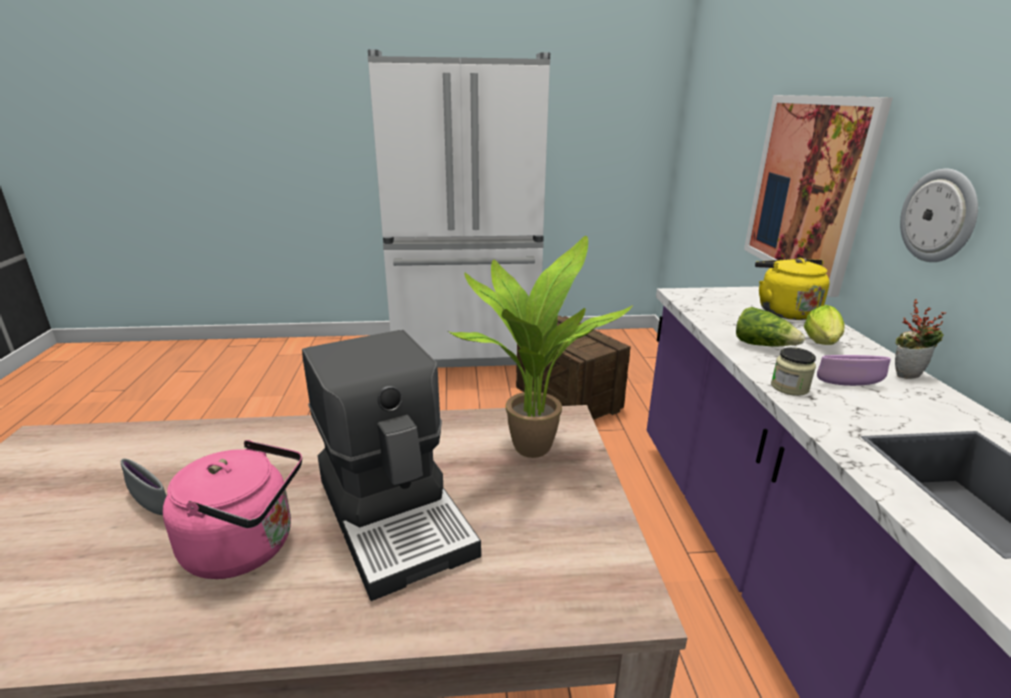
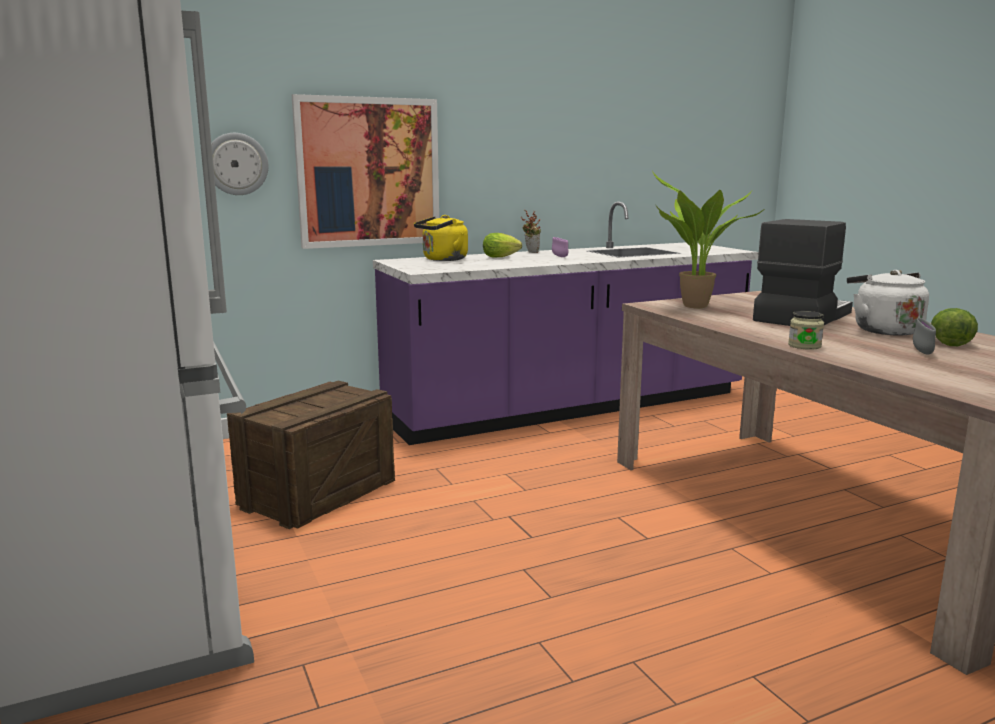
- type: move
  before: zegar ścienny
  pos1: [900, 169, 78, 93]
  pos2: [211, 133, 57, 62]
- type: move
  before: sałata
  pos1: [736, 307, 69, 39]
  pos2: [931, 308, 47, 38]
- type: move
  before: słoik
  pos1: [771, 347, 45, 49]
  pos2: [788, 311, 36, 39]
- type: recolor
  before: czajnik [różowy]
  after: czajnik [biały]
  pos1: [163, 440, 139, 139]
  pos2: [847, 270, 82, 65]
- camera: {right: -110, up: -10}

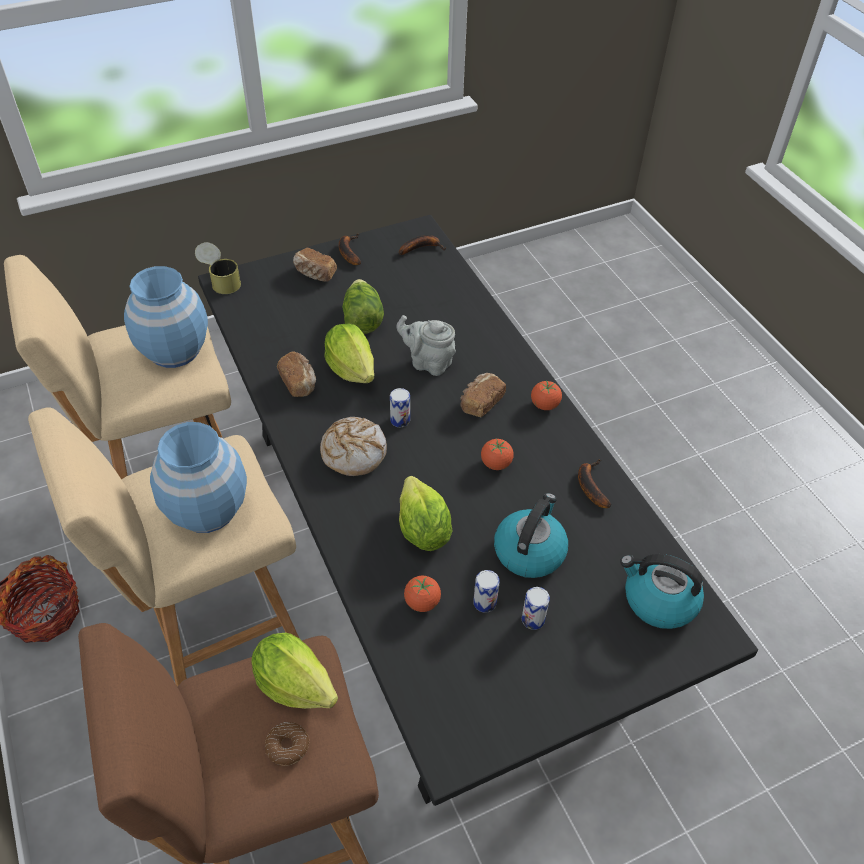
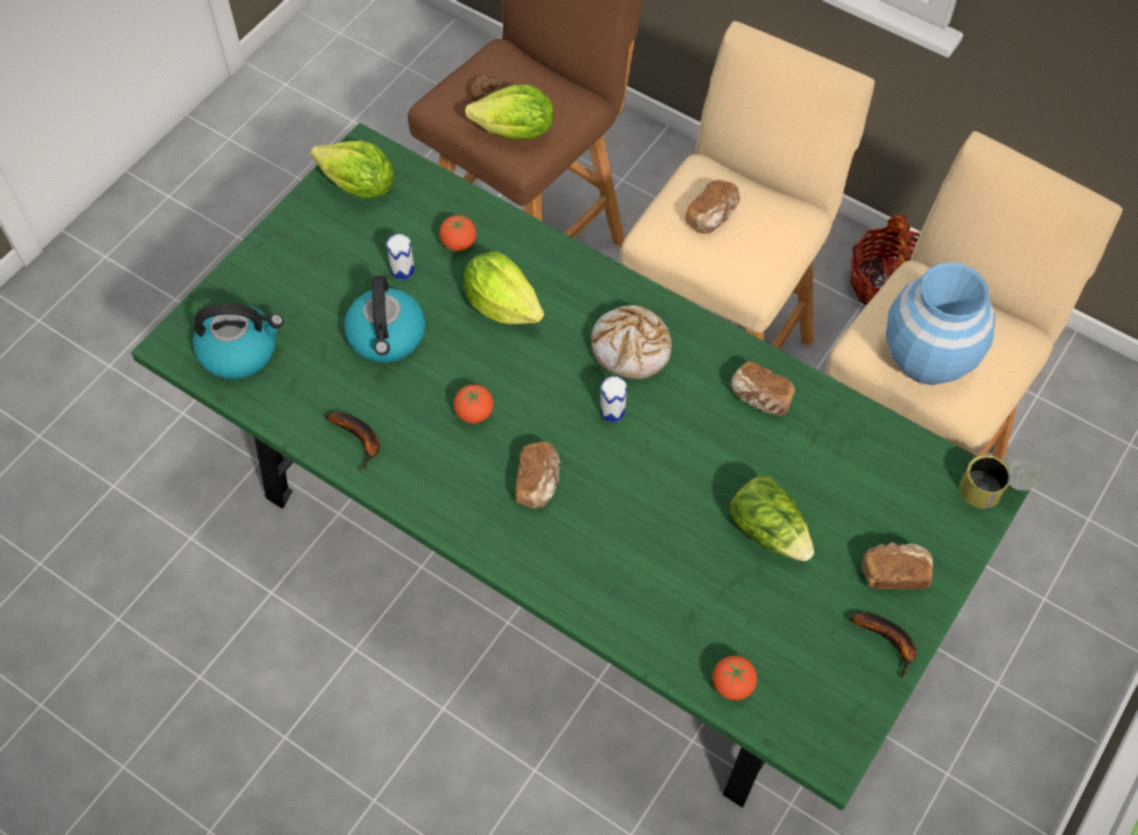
- type: recolor
  before: stół jadalny [czarny]
  after: stół jadalny [zielony]
  pos1: [198, 215, 560, 591]
  pos2: [131, 123, 899, 687]
- type: delete
  before: banan
  pos1: [399, 235, 47, 20]
- type: delete
  before: imbryk [szary]
  pos1: [396, 315, 60, 61]
- type: move
  before: sałata
  pos1: [324, 324, 50, 59]
  pos2: [310, 141, 85, 58]
- type: move
  before: pomidor
  pos1: [531, 381, 31, 29]
  pos2: [713, 656, 44, 44]
- type: replace
  before: wazon [niebieski]
  after: chleb
  pos1: [150, 422, 97, 111]
  pos2: [685, 180, 55, 54]
- type: delete
  before: puszka
  pos1: [522, 587, 28, 43]
- camera: {right: 150, up: 10}

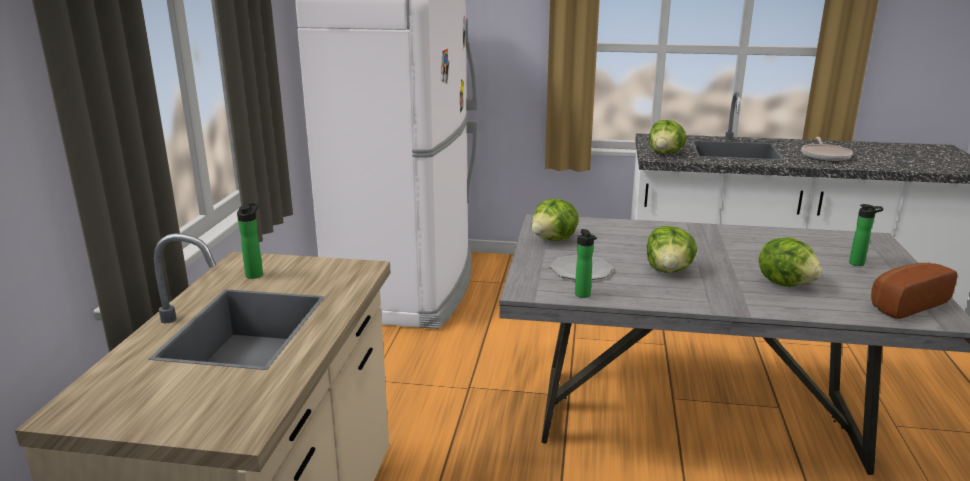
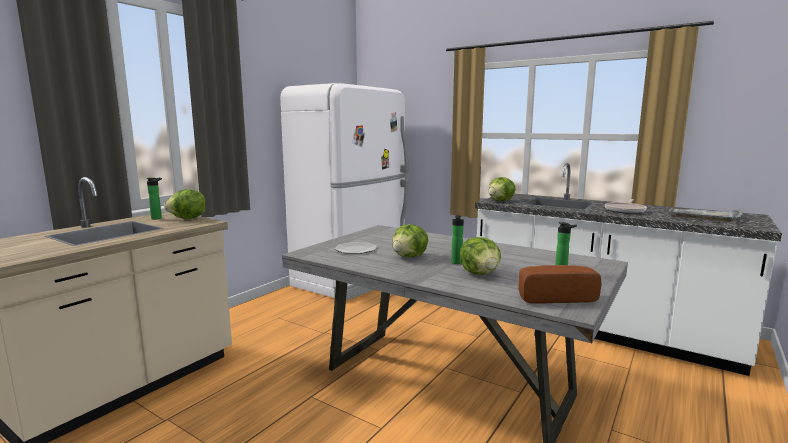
- type: move
  before: sałata
  pos1: [532, 199, 47, 42]
  pos2: [164, 189, 42, 30]
- type: move
  before: butelka
  pos1: [575, 229, 22, 69]
  pos2: [451, 215, 13, 49]
- type: insert
  after: taca [szary]
  pos2: [669, 207, 74, 15]
- camera: {right: 25, up: -10}

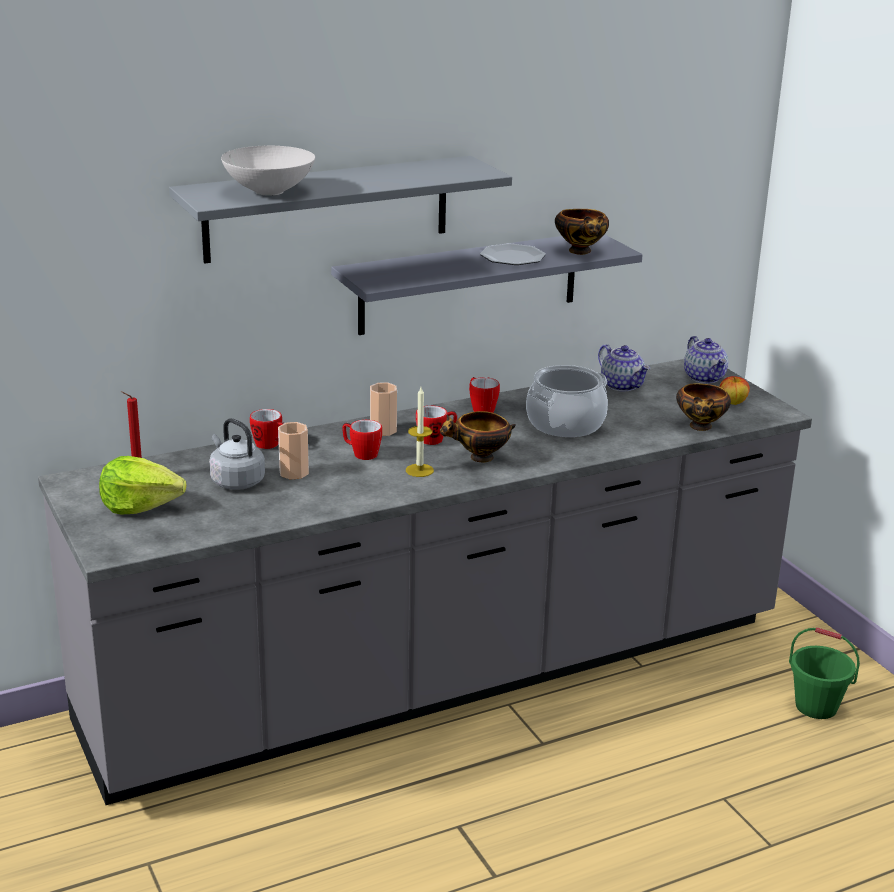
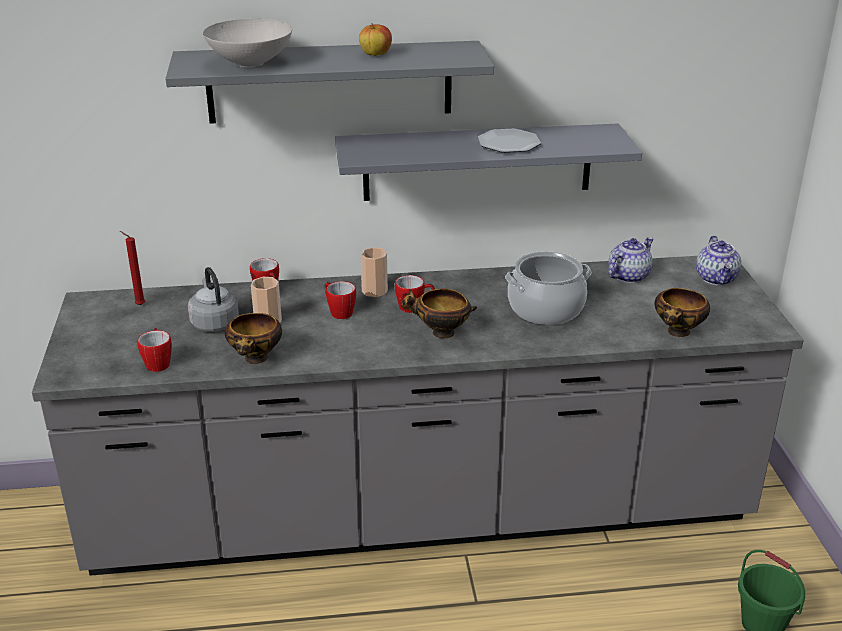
- type: move
  before: miska
  pos1: [555, 209, 54, 46]
  pos2: [225, 313, 57, 51]
- type: rotate
  before: imbryk
  pos1: [598, 344, 52, 47]
  pos2: [608, 237, 46, 46]
  turn: -120
- type: move
  before: jabłko
  pos1: [719, 376, 31, 29]
  pos2: [359, 23, 33, 33]
- type: move
  before: kubek
  pos1: [469, 377, 31, 36]
  pos2: [137, 328, 35, 44]
- type: delete
  before: świeca
  pos1: [406, 387, 28, 90]
- type: delete
  before: sałata
  pos1: [99, 456, 87, 59]
- camera: {right: 20, up: 5}

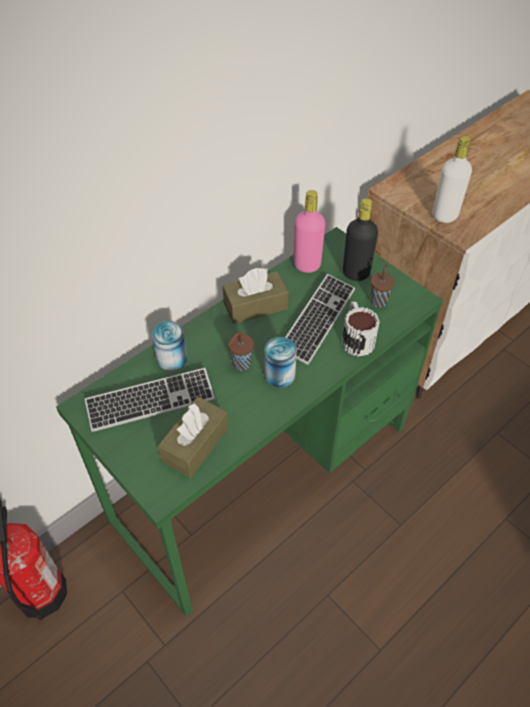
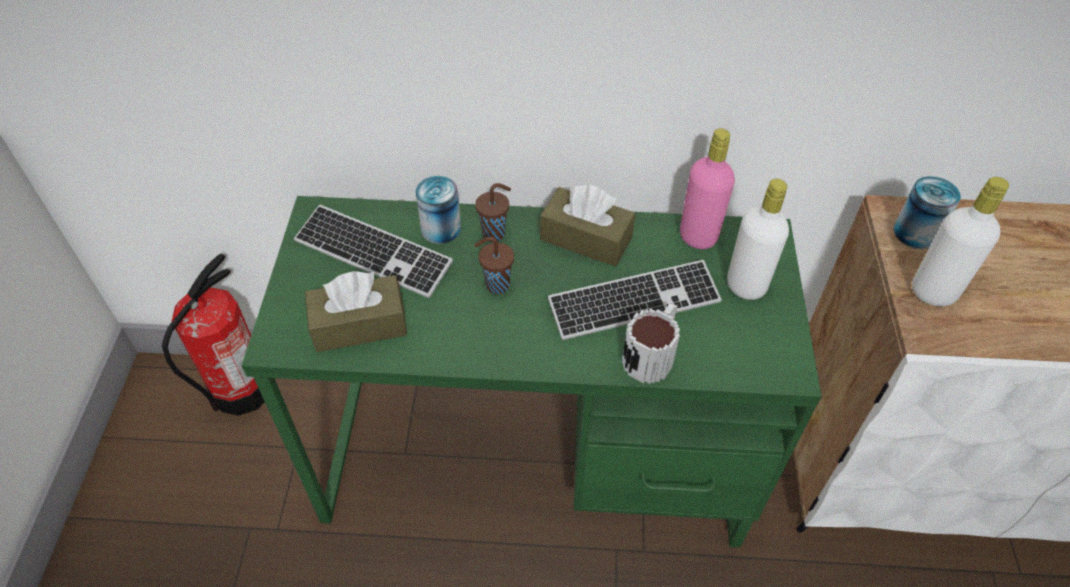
- type: recolor
  before: butelka [czarny]
  after: butelka [biały]
  pos1: [343, 198, 35, 83]
  pos2: [727, 179, 62, 121]
- type: move
  before: filiżanka [brązowy]
  pos1: [371, 265, 24, 43]
  pos2: [475, 183, 36, 59]
- type: move
  before: puszka
  pos1: [265, 337, 32, 51]
  pos2: [893, 176, 68, 73]
- camera: {right: 45, up: 0}

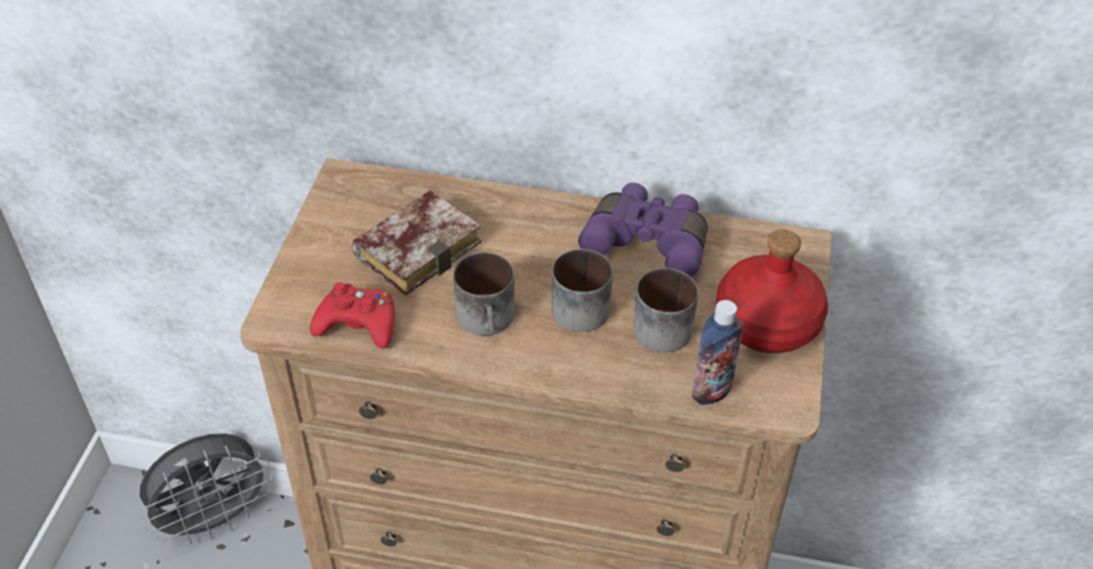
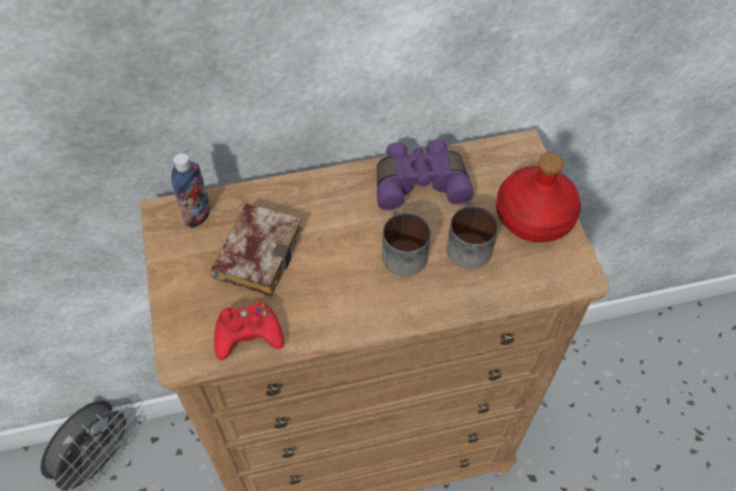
- type: delete
  before: kubek
  pos1: [453, 252, 62, 83]
- type: move
  before: butelka
  pos1: [692, 300, 52, 105]
  pos2: [171, 153, 40, 75]
- camera: {right: -25, up: 10}

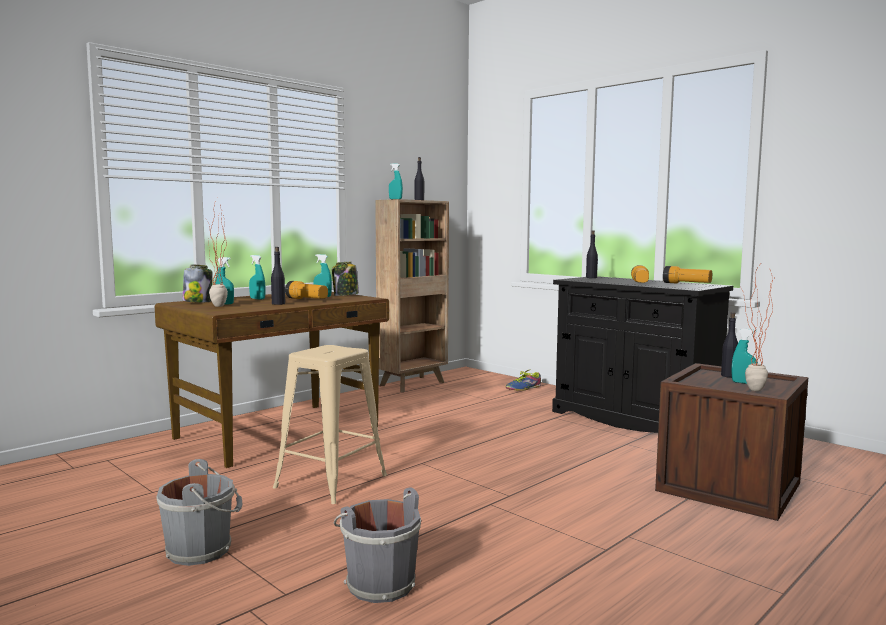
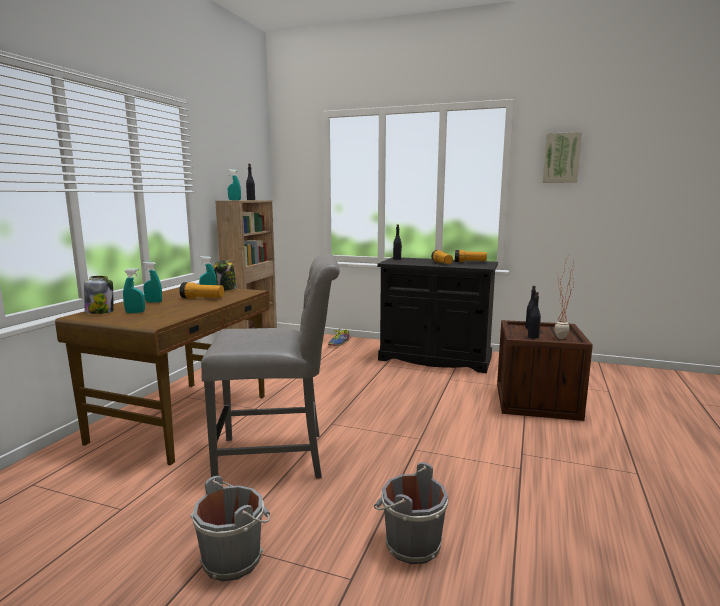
- type: delete
  before: roślina doniczkowa
  pos1: [207, 198, 21, 109]
- type: move
  before: butelka [czarny]
  pos1: [271, 247, 14, 58]
  pos2: [528, 292, 13, 47]
- type: delete
  before: spryskiwacz [turkusowy]
  pos1: [731, 329, 27, 55]
- type: replace
  before: stołek [beżowy]
  after: krzesło [szary]
  pos1: [273, 345, 114, 159]
  pos2: [201, 253, 139, 230]
- type: insert
  after: obraz
  pos2: [543, 132, 39, 51]
- camera: {right: -25, up: 5}

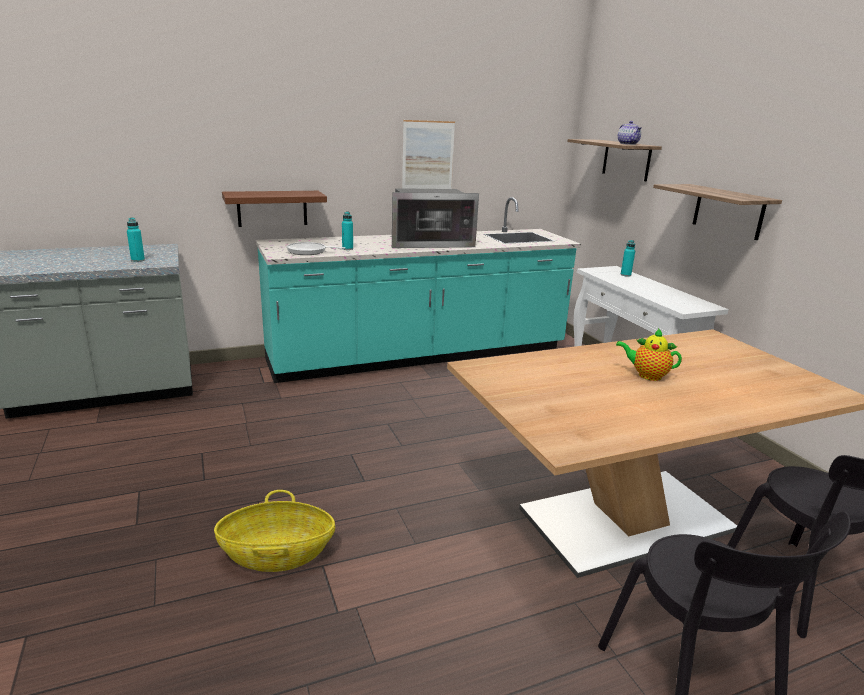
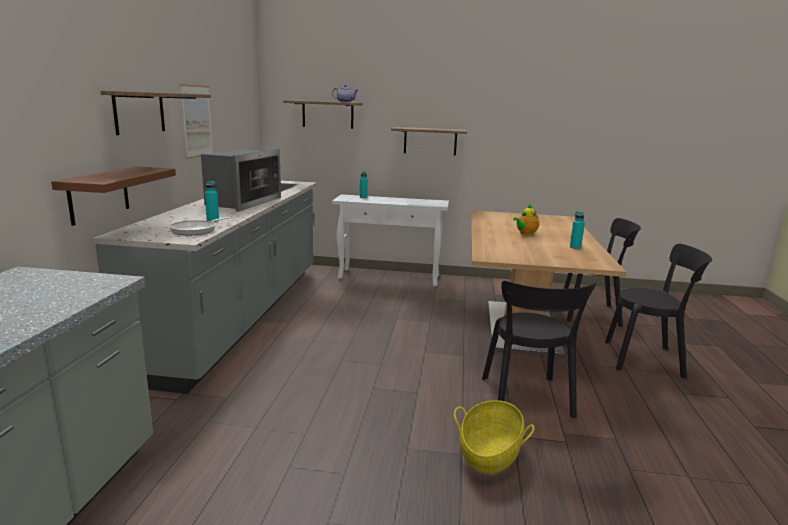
- type: recolor
  before: zabudowa kuchenna [turkusowy]
  after: zabudowa kuchenna [szary]
  pos1: [256, 197, 325, 186]
  pos2: [93, 181, 224, 213]
- type: move
  before: butelka [turkusowy]
  pos1: [127, 217, 18, 45]
  pos2: [570, 211, 15, 38]
- type: insert
  after: półka
  pos2: [100, 91, 111, 44]
- type: insert
  after: krzesło [czarny]
  pos2: [482, 281, 115, 137]
- camera: {right: -60, up: -5}

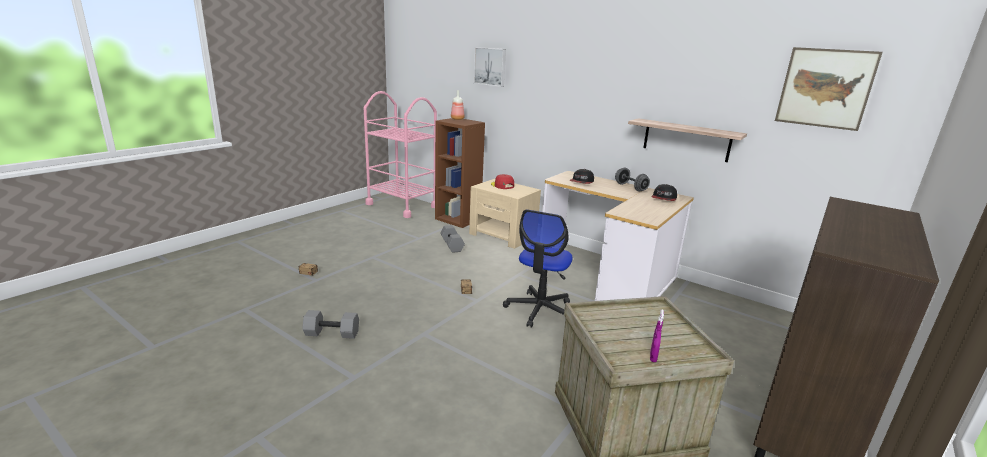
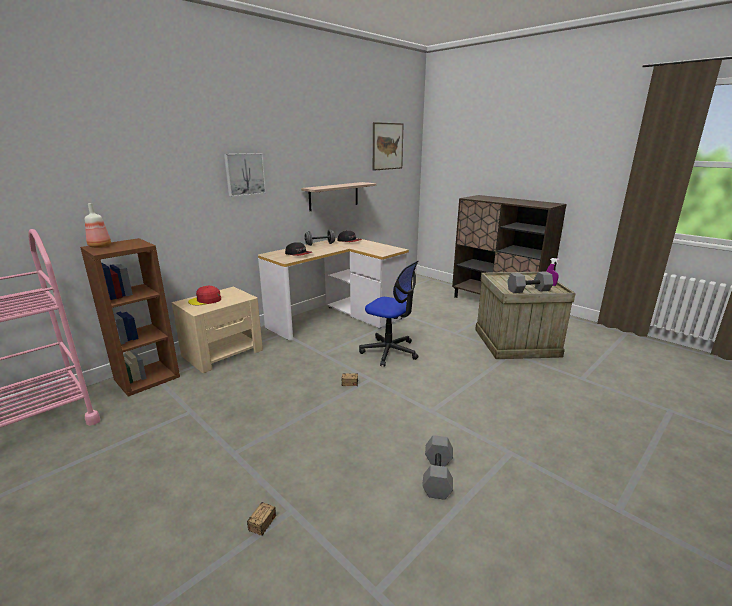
- type: move
  before: obraz
  pos1: [474, 47, 32, 40]
  pos2: [224, 153, 42, 44]
- type: move
  before: hantel [szary]
  pos1: [440, 225, 25, 28]
  pos2: [507, 271, 46, 22]
- camera: {right: -80, up: 0}

